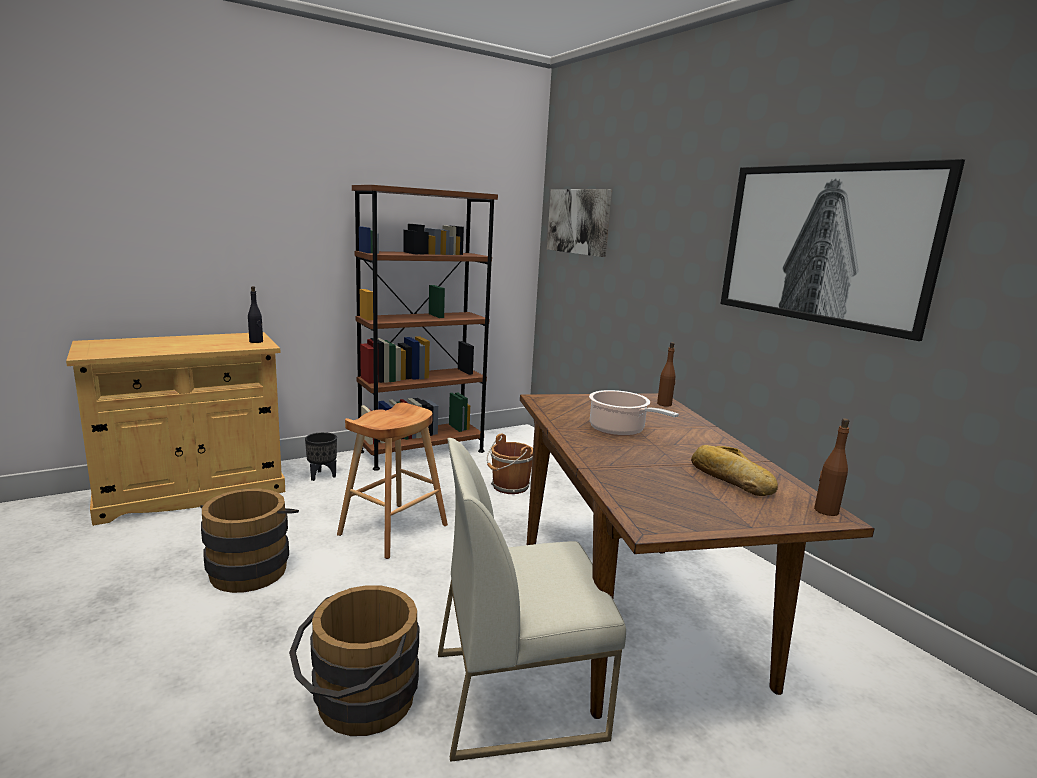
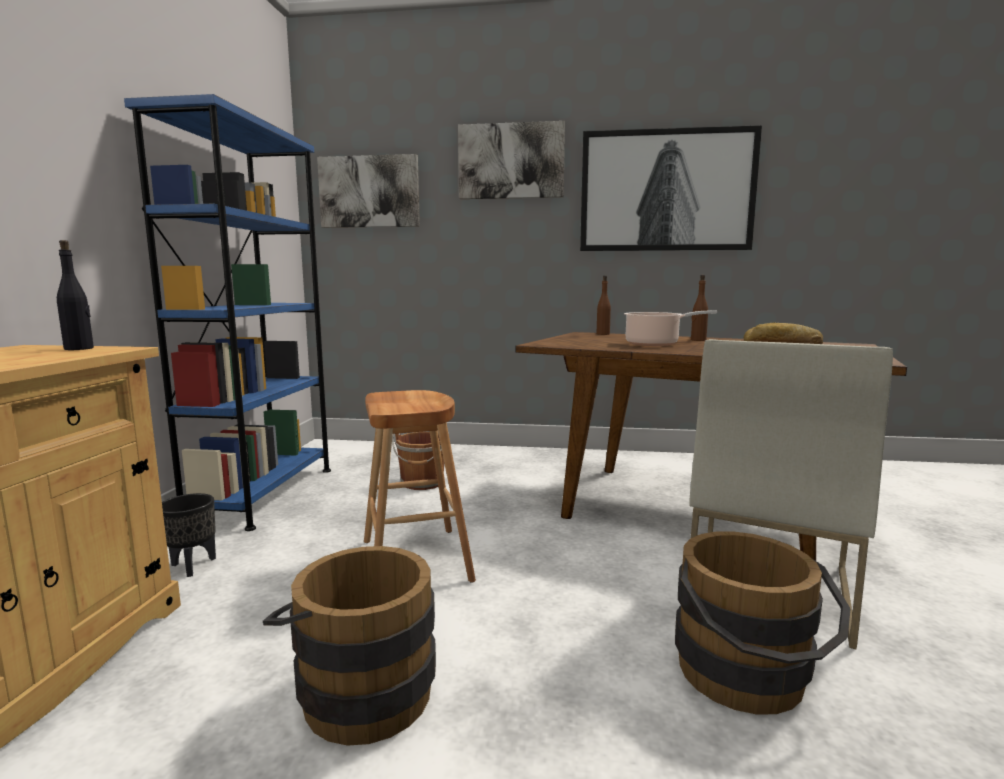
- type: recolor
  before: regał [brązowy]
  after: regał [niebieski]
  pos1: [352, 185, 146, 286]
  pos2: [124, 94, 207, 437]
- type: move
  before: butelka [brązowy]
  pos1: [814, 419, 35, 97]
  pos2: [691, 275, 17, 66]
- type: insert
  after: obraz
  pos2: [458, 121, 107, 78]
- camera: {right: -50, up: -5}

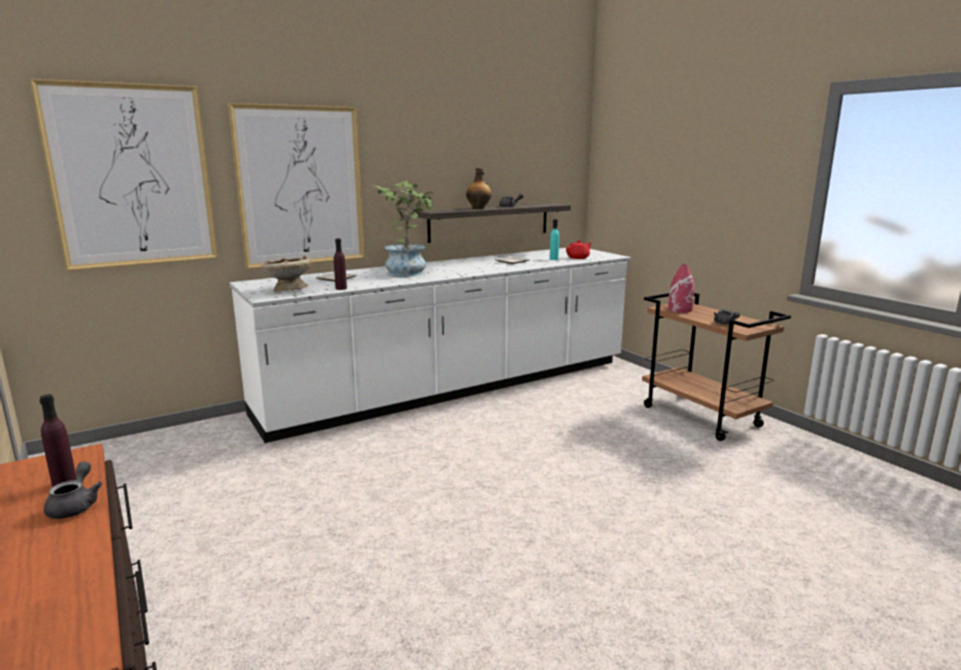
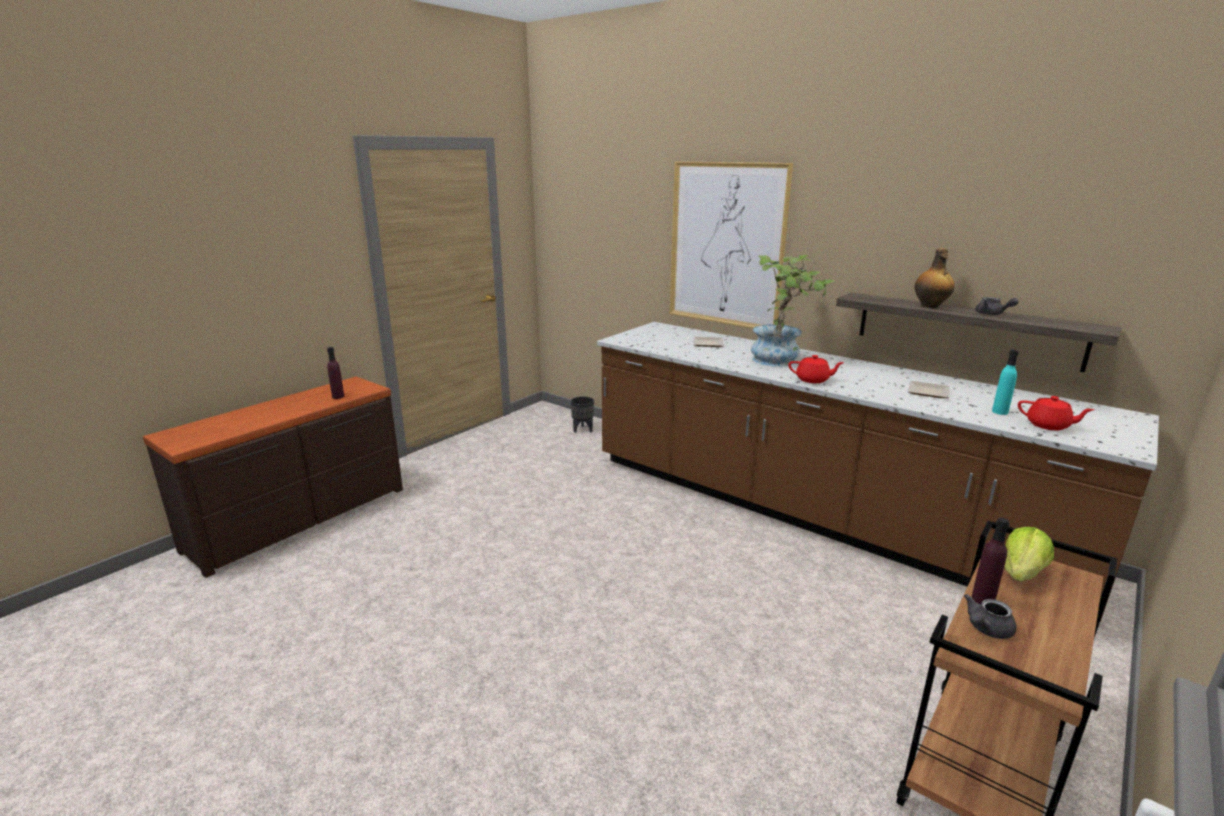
- type: delete
  before: obraz
  pos1: [30, 79, 188, 192]
- type: move
  before: butelka [fioletowy]
  pos1: [334, 238, 13, 52]
  pos2: [972, 518, 37, 86]
- type: recolor
  before: zabudowa kuchenna [biały]
  after: zabudowa kuchenna [brązowy]
  pos1: [230, 248, 402, 195]
  pos2: [597, 322, 562, 300]
- type: delete
  before: miska [beżowy]
  pos1: [261, 255, 50, 37]
- type: replace
  before: wazon [czerwony]
  after: sałata
  pos1: [668, 264, 26, 49]
  pos2: [1005, 527, 49, 55]
- type: delete
  before: imbryk [szary]
  pos1: [44, 461, 58, 58]
- type: insert
  after: imbryk [czerwony]
  pos2: [788, 355, 56, 28]
- type: insert
  after: donica [czarny]
  pos2: [571, 396, 23, 37]
- camera: {right: 70, up: 5}

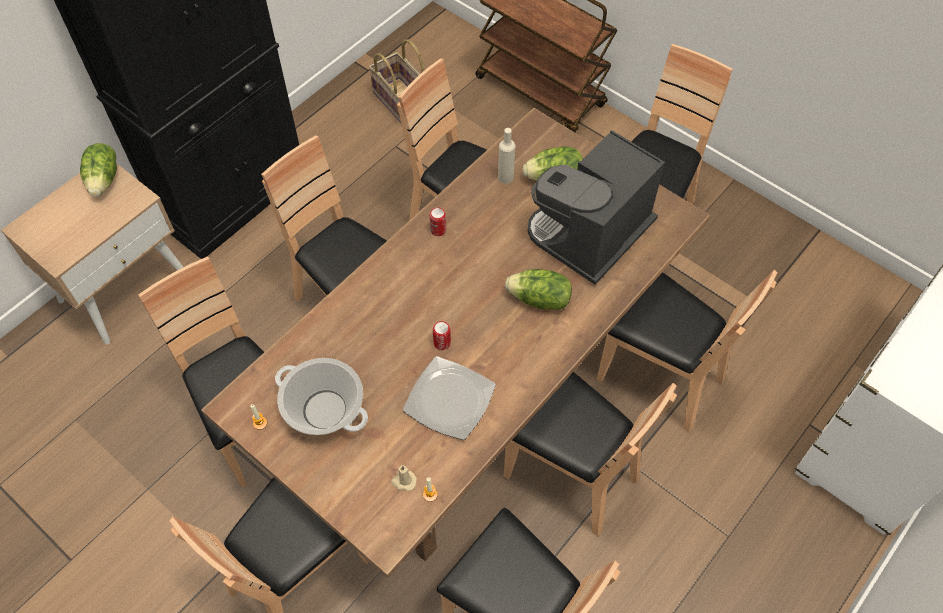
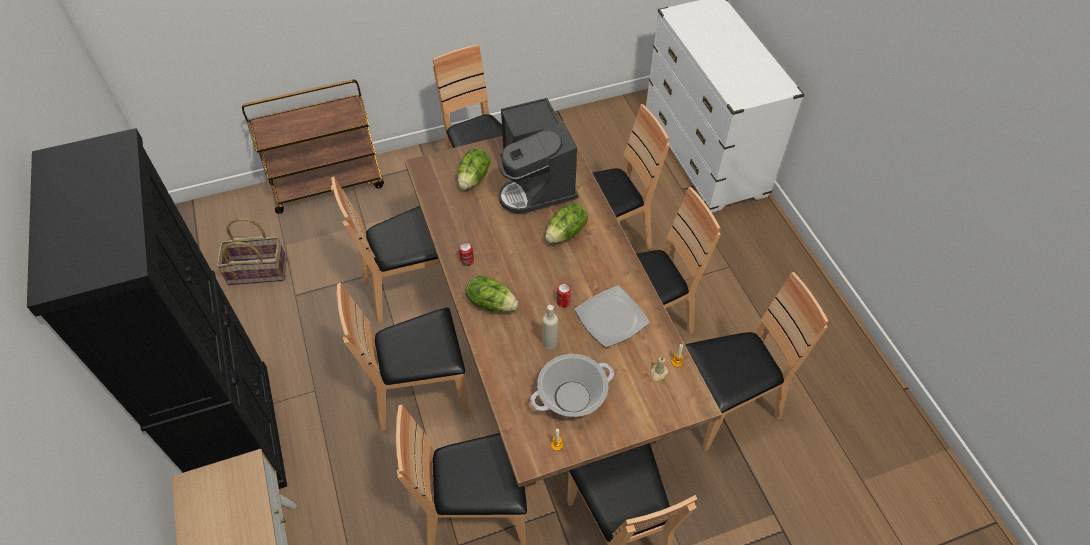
- type: move
  before: butelka [beżowy]
  pos1: [498, 128, 17, 56]
  pos2: [543, 305, 15, 45]
- type: move
  before: sałata
  pos1: [80, 143, 37, 54]
  pos2: [466, 275, 52, 37]
- camera: {right: -60, up: -5}

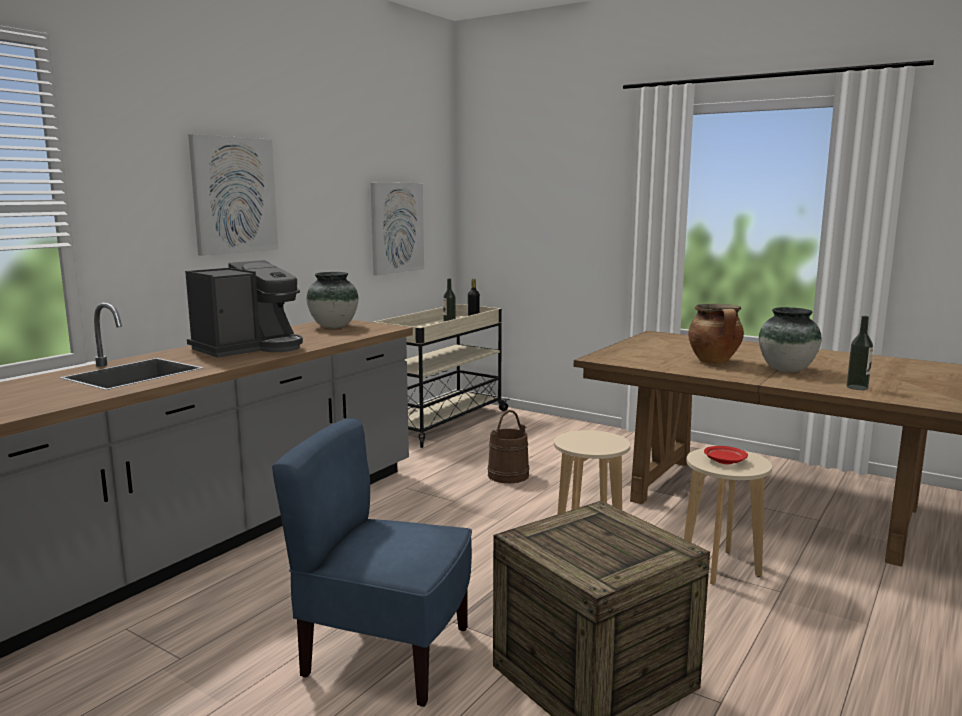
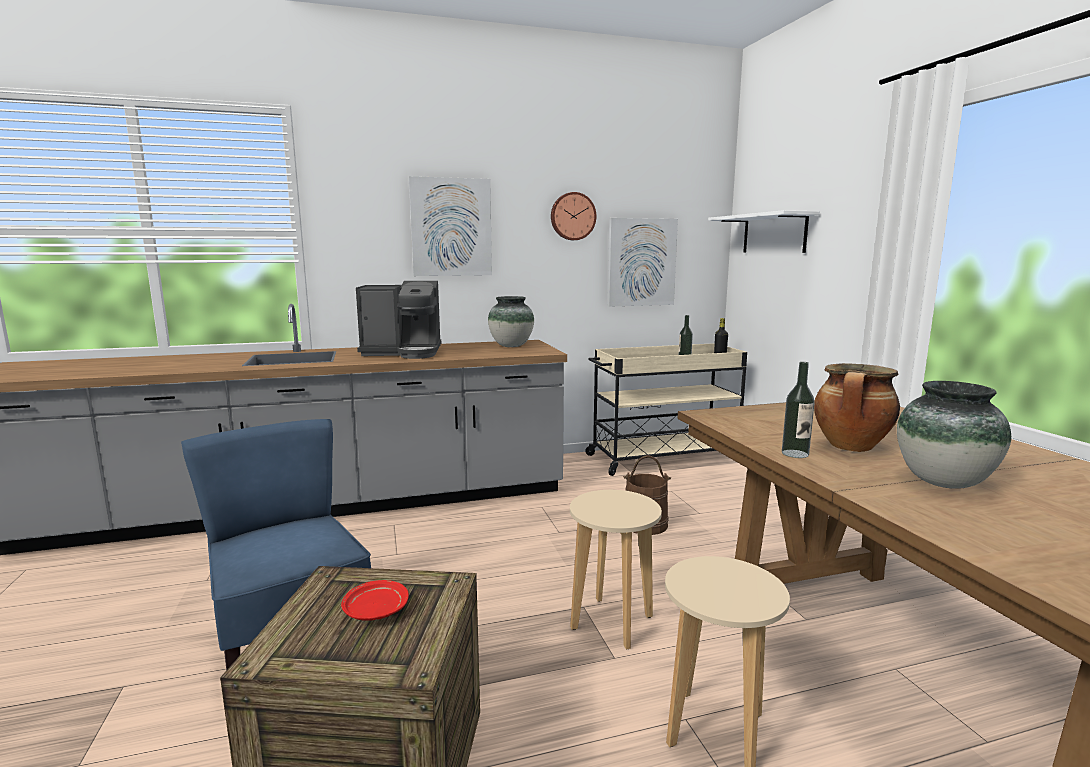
- type: move
  before: butelka
  pos1: [847, 316, 26, 74]
  pos2: [782, 362, 33, 96]
- type: move
  before: talerz [czerwony]
  pos1: [704, 446, 44, 18]
  pos2: [341, 580, 68, 41]
- type: insert
  after: zegar ścienny
  pos2: [551, 192, 45, 48]
- type: insert
  after: półka [biały]
  pos2: [708, 210, 112, 43]
- camera: {right: 40, up: 0}

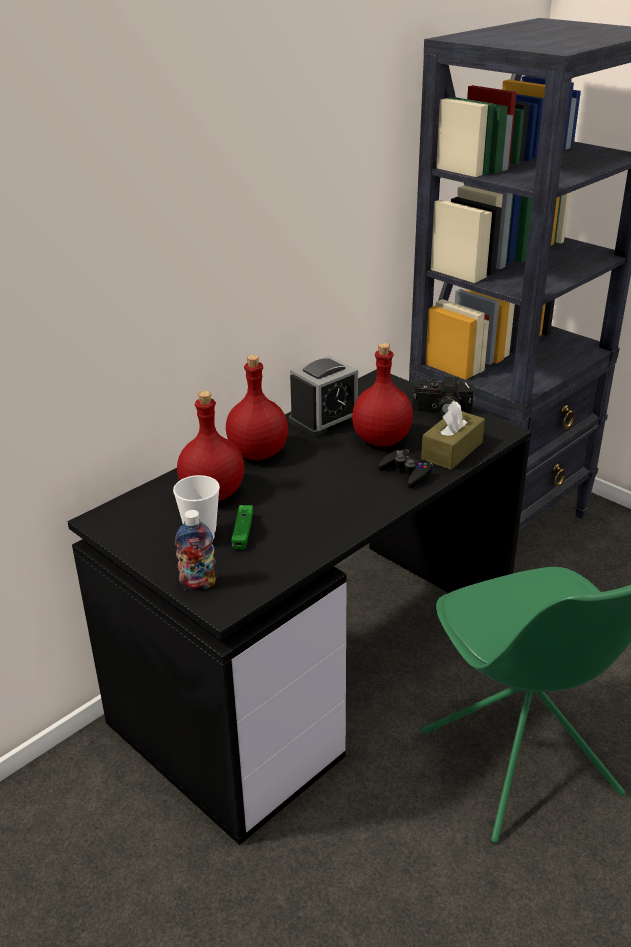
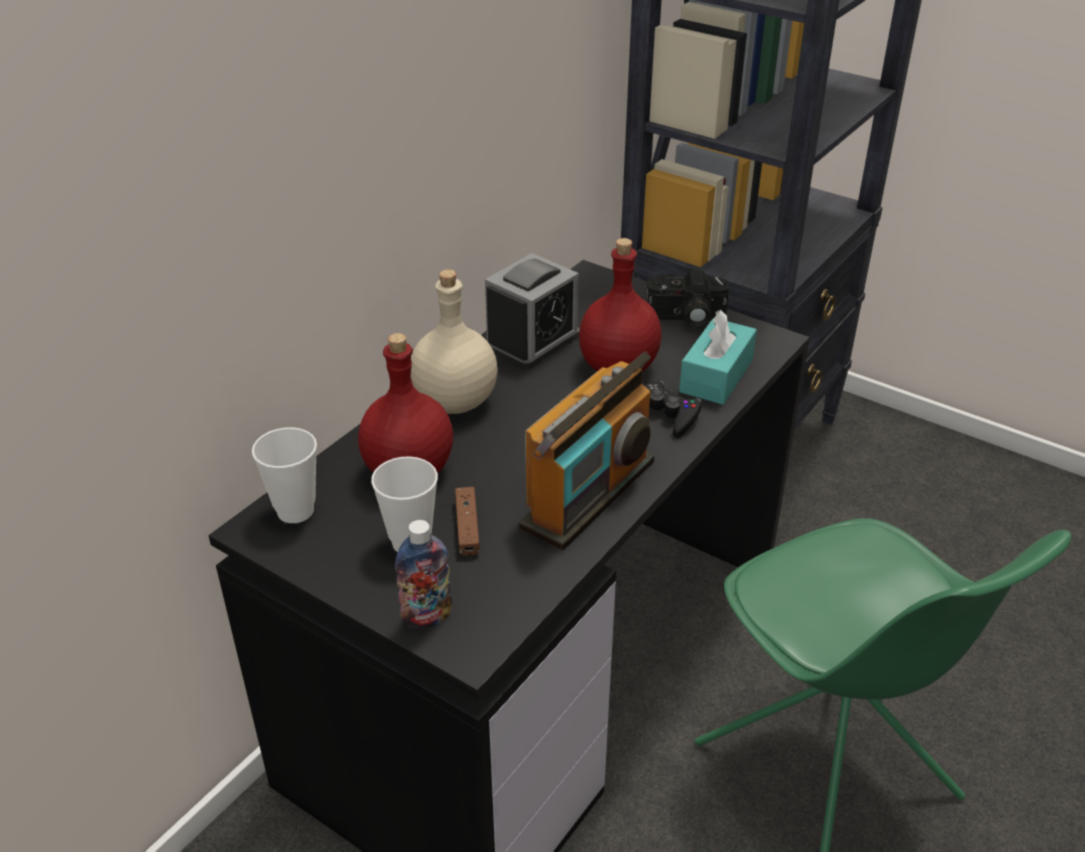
- type: recolor
  before: butelka [czerwony]
  after: butelka [beżowy]
  pos1: [226, 355, 62, 105]
  pos2: [411, 269, 87, 145]
- type: recolor
  before: pudełko chusteczek [brązowy]
  after: pudełko chusteczek [turkusowy]
  pos1: [421, 401, 64, 69]
  pos2: [679, 310, 78, 95]
- type: recolor
  before: pad do gier [zielony]
  after: pad do gier [brązowy]
  pos1: [231, 505, 22, 45]
  pos2: [455, 487, 25, 69]
- type: insert
  after: radio
  pos2: [519, 351, 135, 199]
- type: insert
  after: filiżanka
  pos2: [252, 427, 65, 96]
- camera: {right: -10, up: 5}

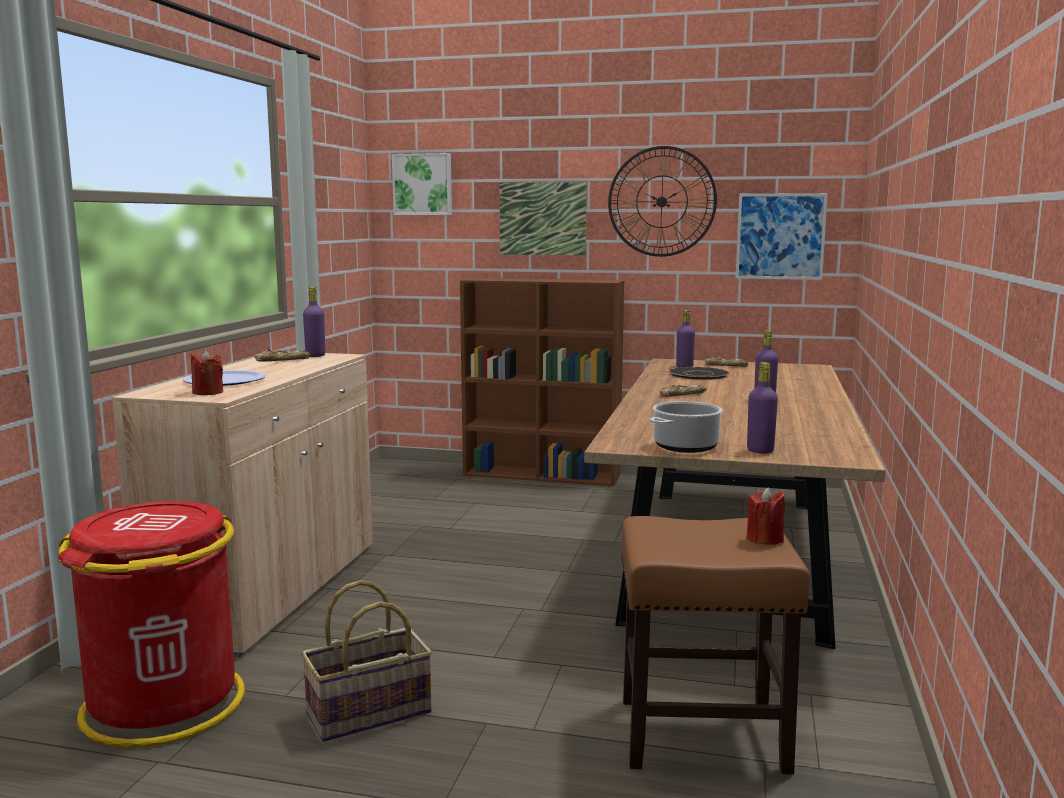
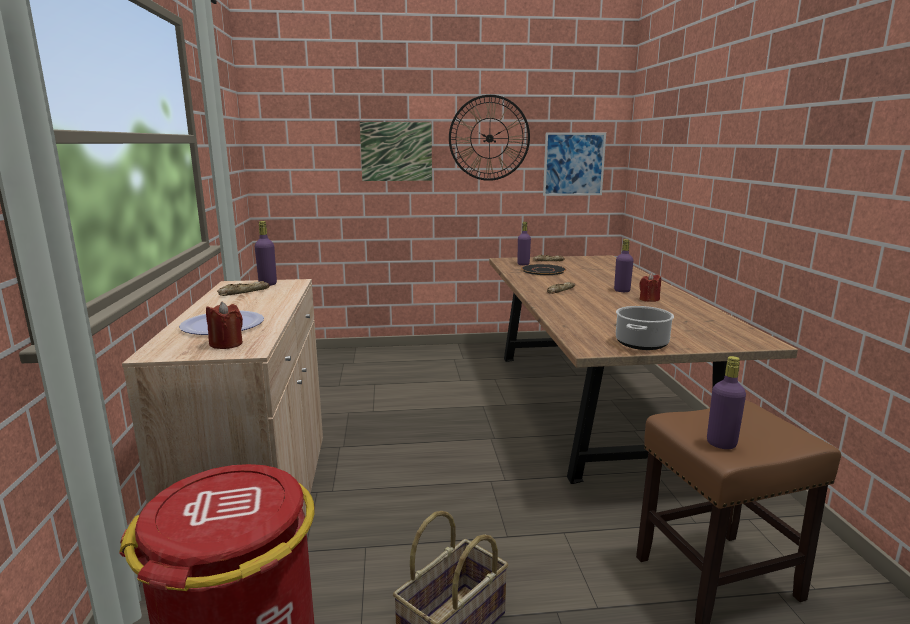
- type: delete
  before: obraz
  pos1: [392, 153, 60, 62]
- type: delete
  before: regał [brązowy]
  pos1: [460, 278, 164, 208]
- type: move
  before: butelka [fioletowy]
  pos1: [747, 362, 31, 91]
  pos2: [707, 356, 39, 93]
- type: move
  before: świeca [czerwony]
  pos1: [747, 487, 38, 58]
  pos2: [639, 273, 22, 29]
- camera: {right: -20, up: 5}

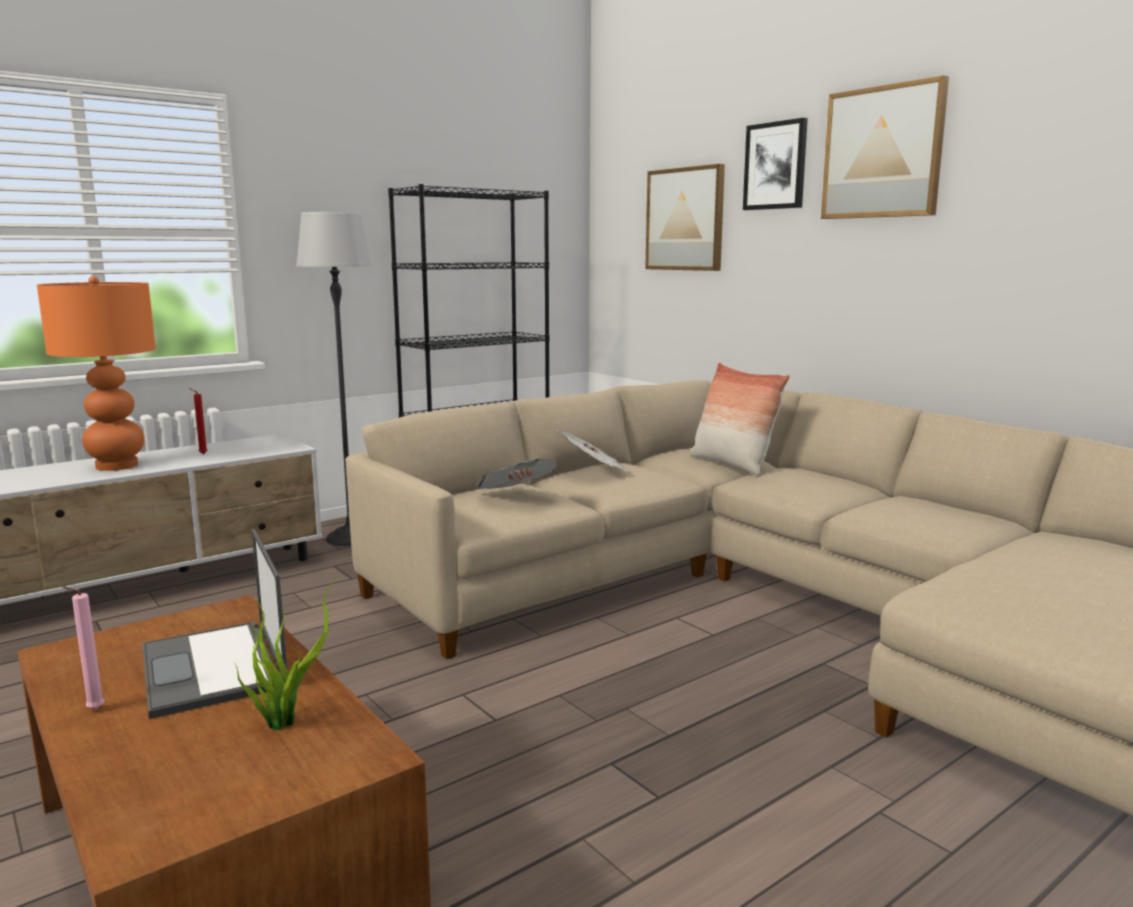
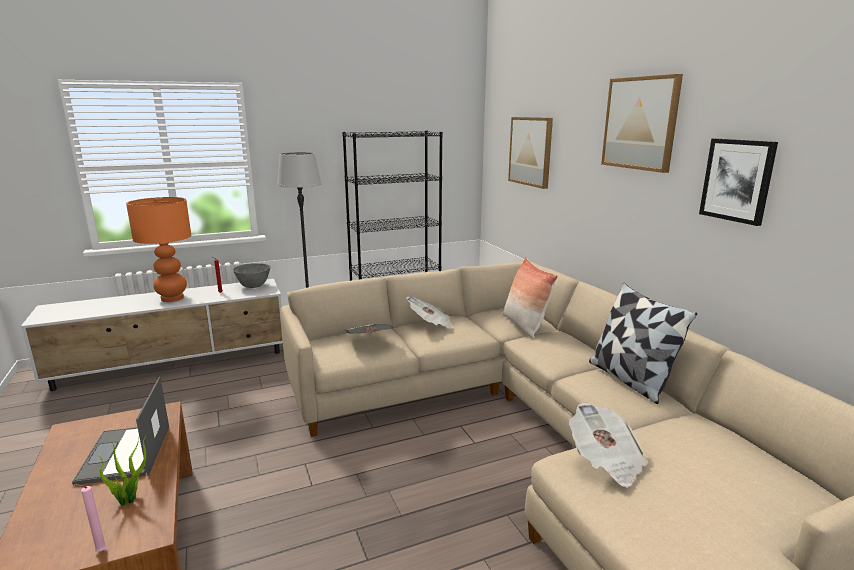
- type: move
  before: obraz
  pos1: [743, 118, 65, 92]
  pos2: [699, 139, 79, 87]
- type: move
  before: świeca [różowy]
  pos1: [62, 586, 43, 123]
  pos2: [73, 484, 34, 68]
- type: insert
  after: miska [szary]
  pos2: [233, 264, 37, 24]
- type: insert
  after: poduszka
  pos2: [589, 283, 108, 121]
- type: insert
  after: gazeta
  pos2: [569, 403, 79, 84]
- camera: {right: 15, up: 5}

